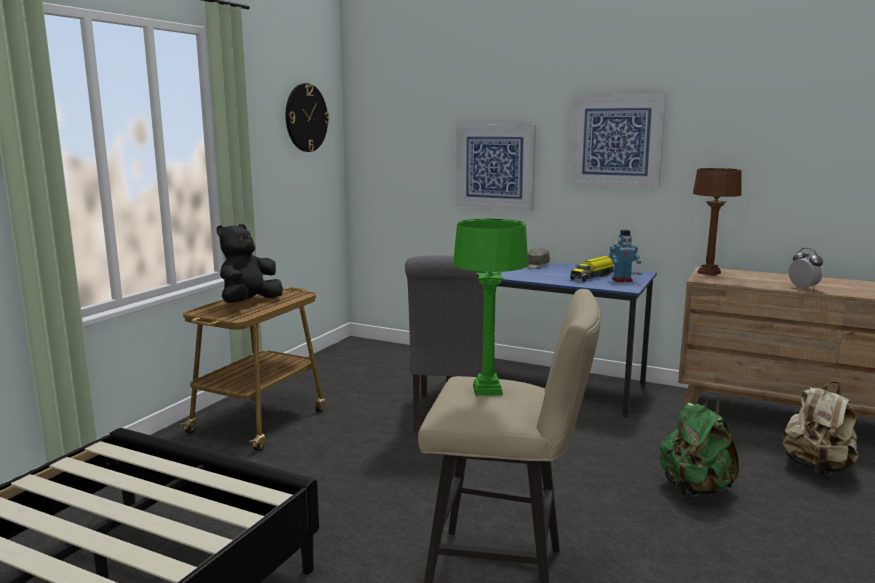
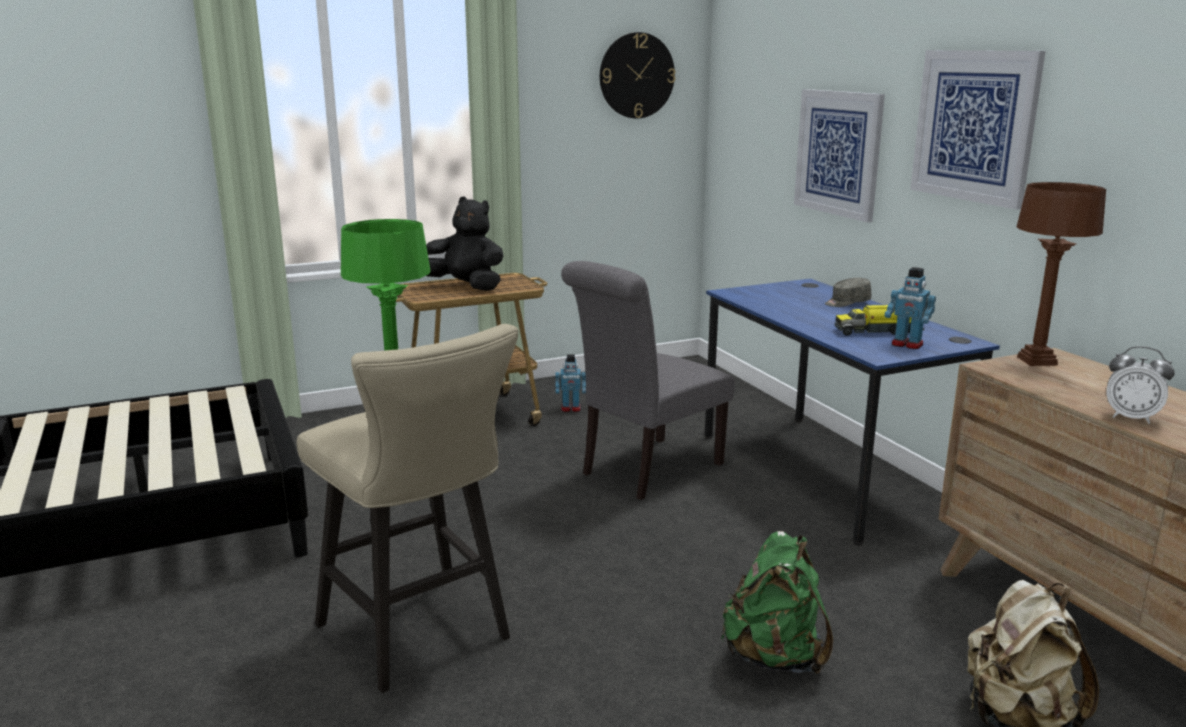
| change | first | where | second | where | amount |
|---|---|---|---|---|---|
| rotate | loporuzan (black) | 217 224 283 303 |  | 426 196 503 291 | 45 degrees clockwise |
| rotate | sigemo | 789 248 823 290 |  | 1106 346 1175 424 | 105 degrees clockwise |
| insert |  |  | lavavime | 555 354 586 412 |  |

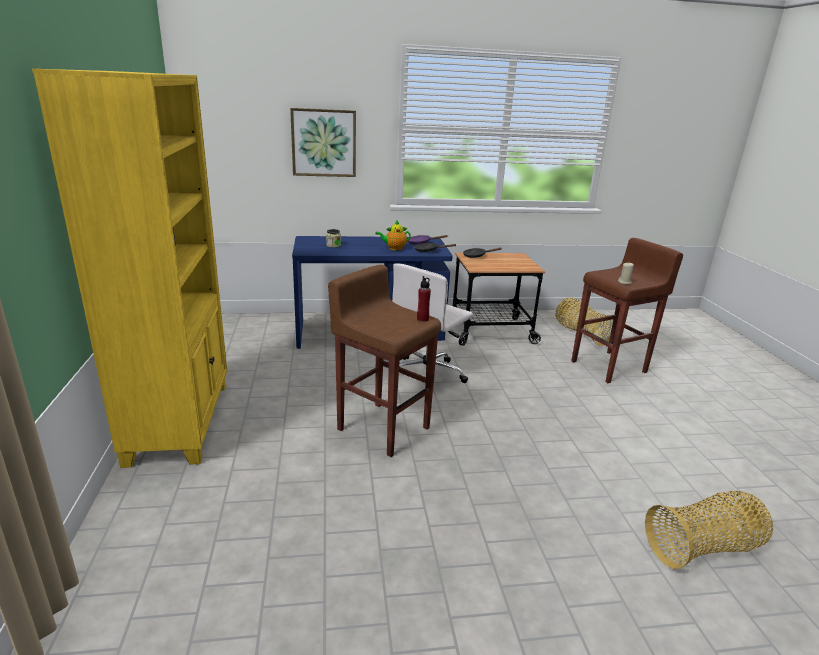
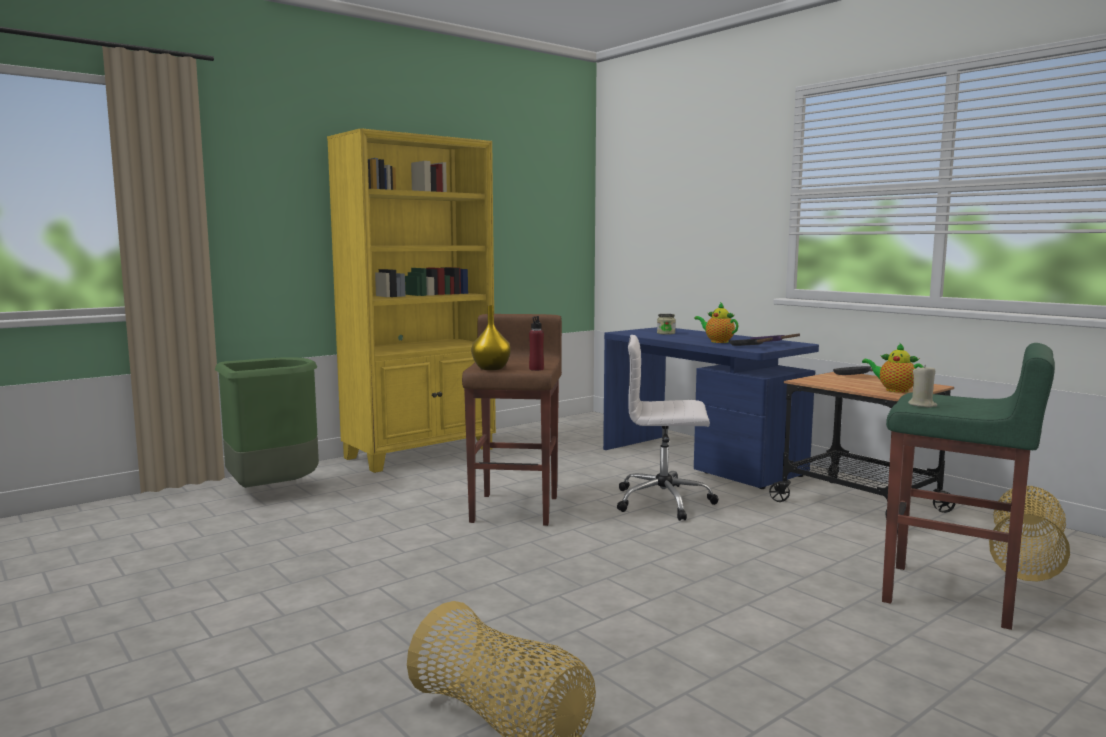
| change | first | where | second | where | amount |
|---|---|---|---|---|---|
| delete | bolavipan | 290 108 356 177 |  |  |  |
| recolor | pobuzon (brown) | 571 238 683 383 | pobuzon (green) | 882 343 1055 630 |  |
| insert |  |  | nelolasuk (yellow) | 472 305 511 370 |  |
| insert |  |  | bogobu | 862 342 923 393 |  |
| insert |  |  | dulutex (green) | 215 357 319 488 |  |

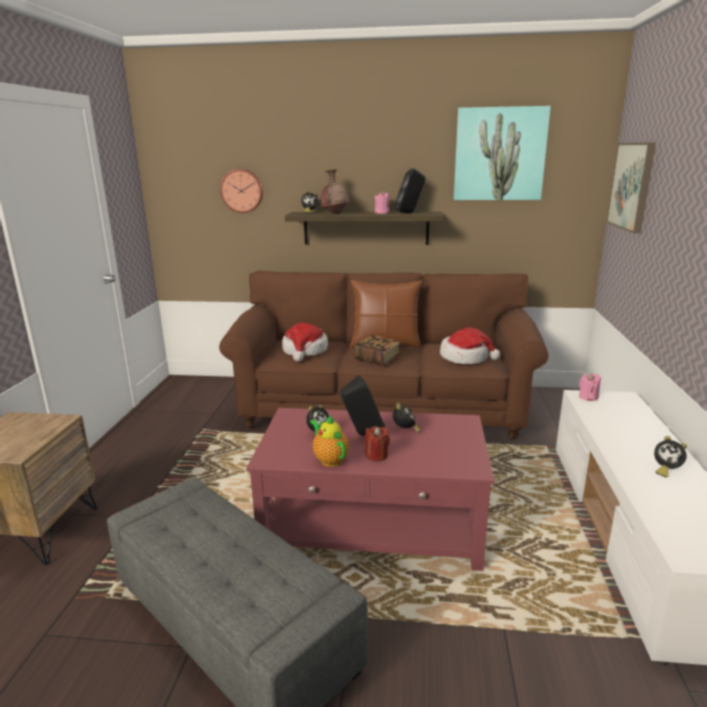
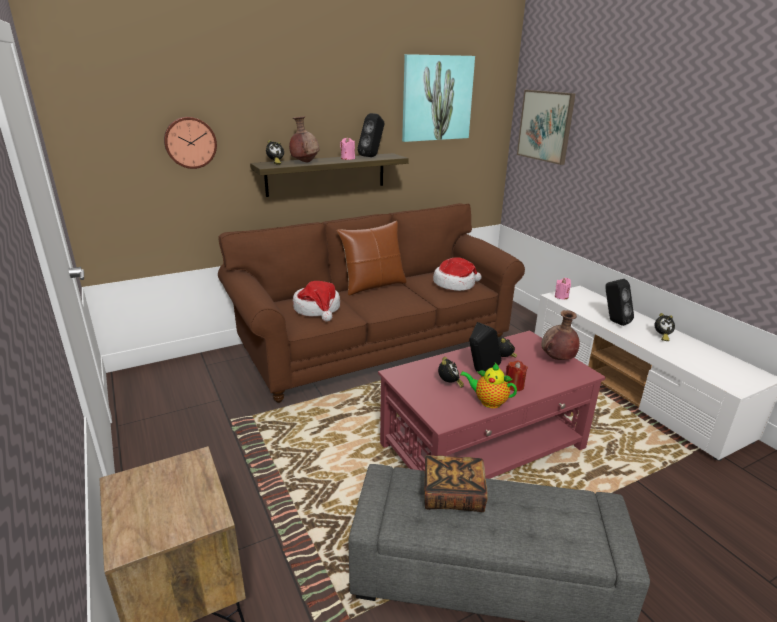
| change | first | where | second | where | amount |
|---|---|---|---|---|---|
| move | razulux | 354 335 401 366 |  | 424 455 488 512 |  |
| insert |  |  | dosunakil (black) | 605 279 634 326 |  |
| insert |  |  | nelolasuk (brown) | 541 310 580 360 |  |

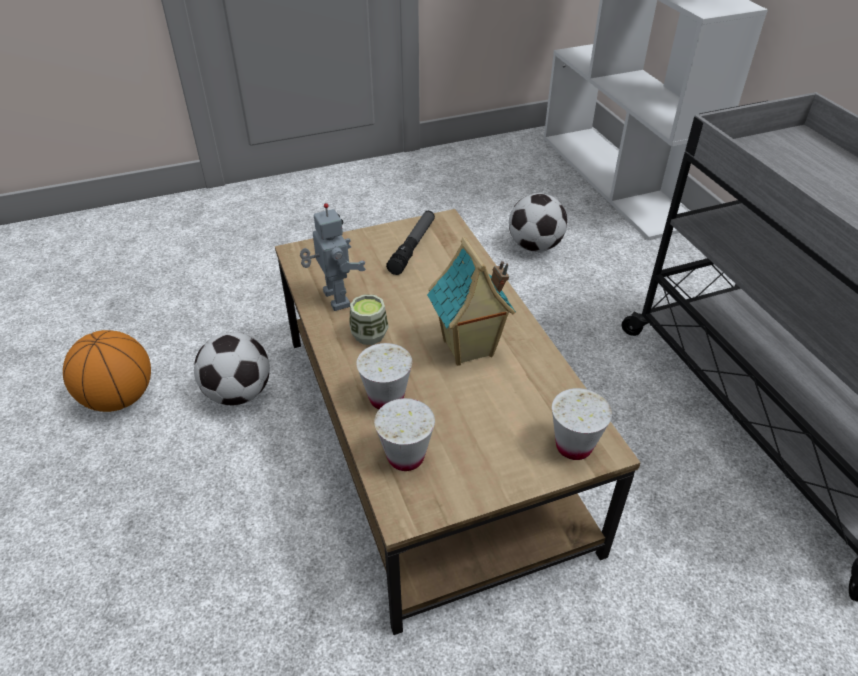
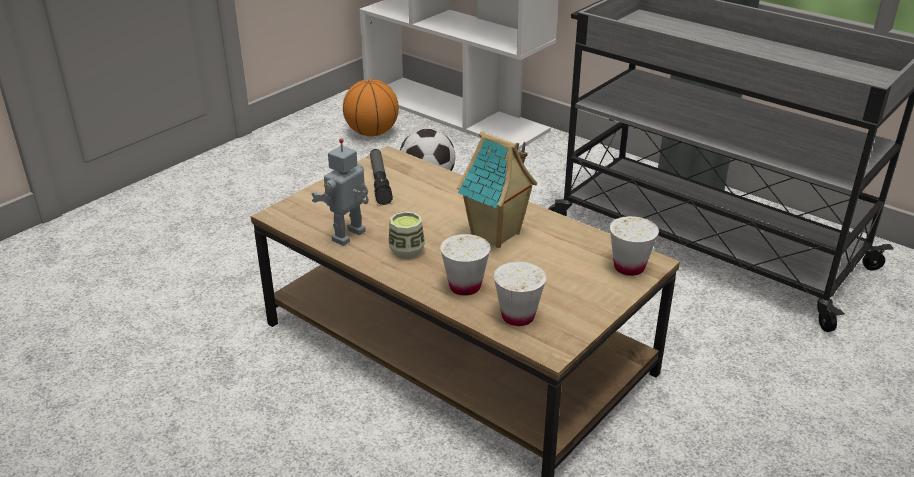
| change | first | where | second | where | amount |
|---|---|---|---|---|---|
| rotate | lavavime | 300 203 366 311 |  | 311 139 369 246 | 90 degrees counterclockwise |
| move | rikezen | 63 330 151 412 |  | 343 79 399 136 |  |
| delete | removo | 194 332 270 405 |  |  |  |

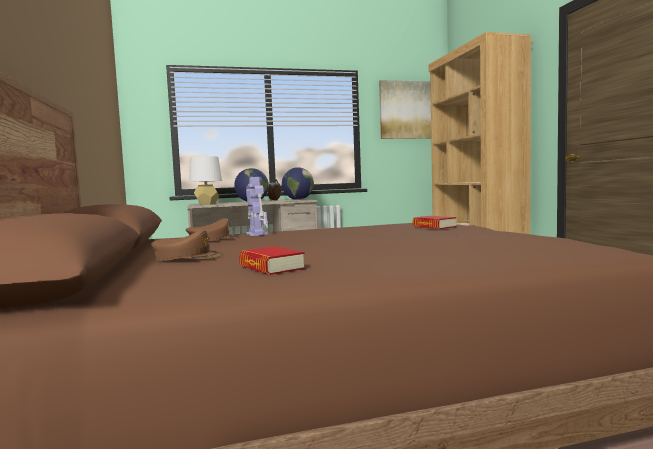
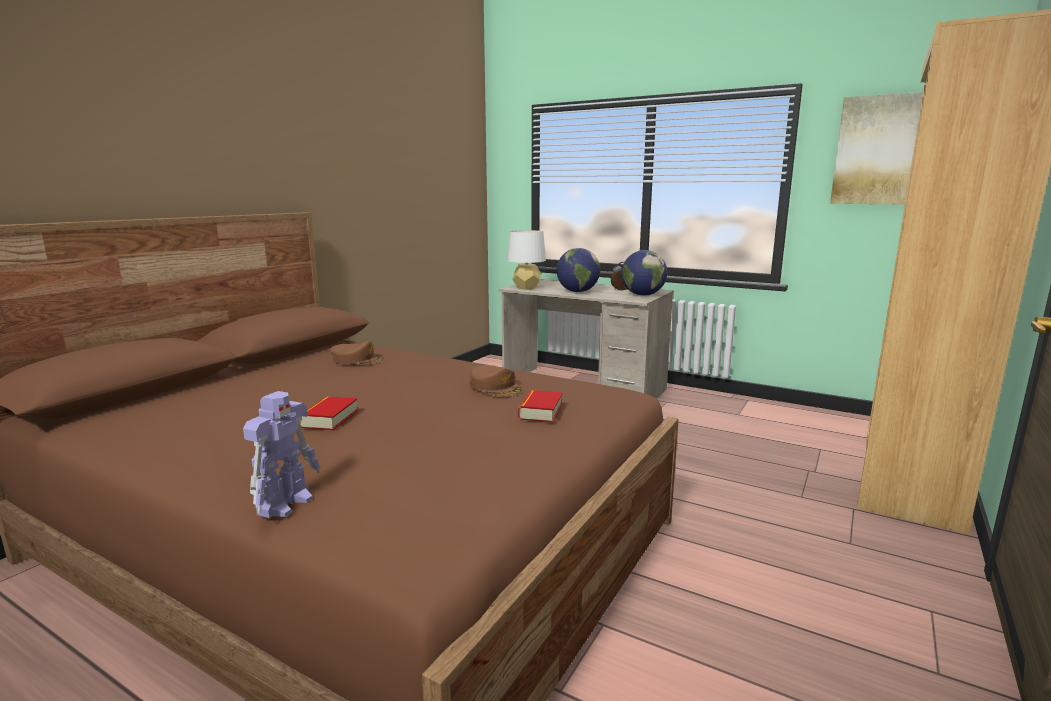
| change | first | where | second | where | amount |
|---|---|---|---|---|---|
| move | lavavime | 246 177 268 236 |  | 243 391 320 518 |  |
| move | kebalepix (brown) | 151 230 223 261 |  | 470 365 522 397 |  |
| move | razulux | 239 246 305 275 |  | 300 396 358 430 |  |

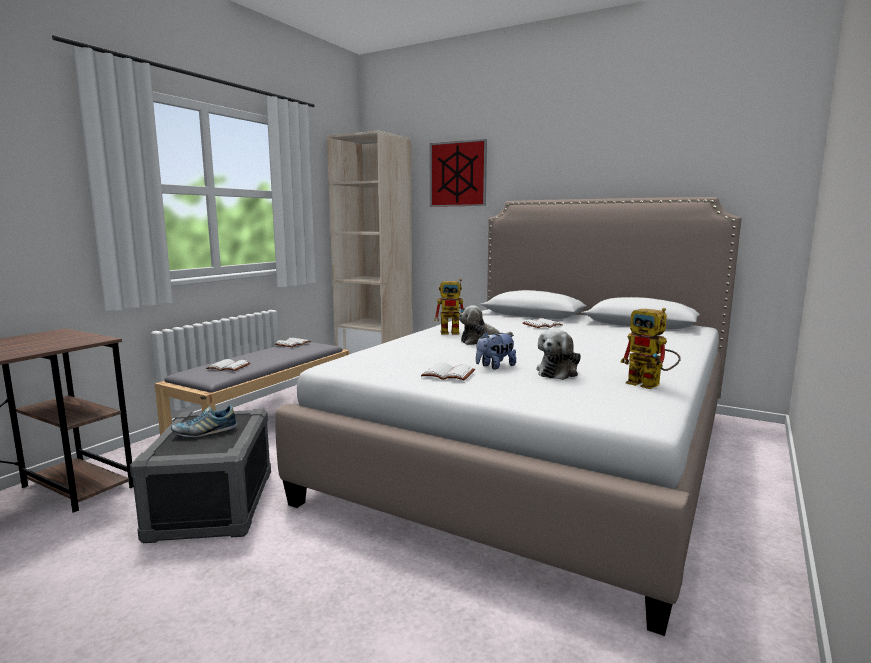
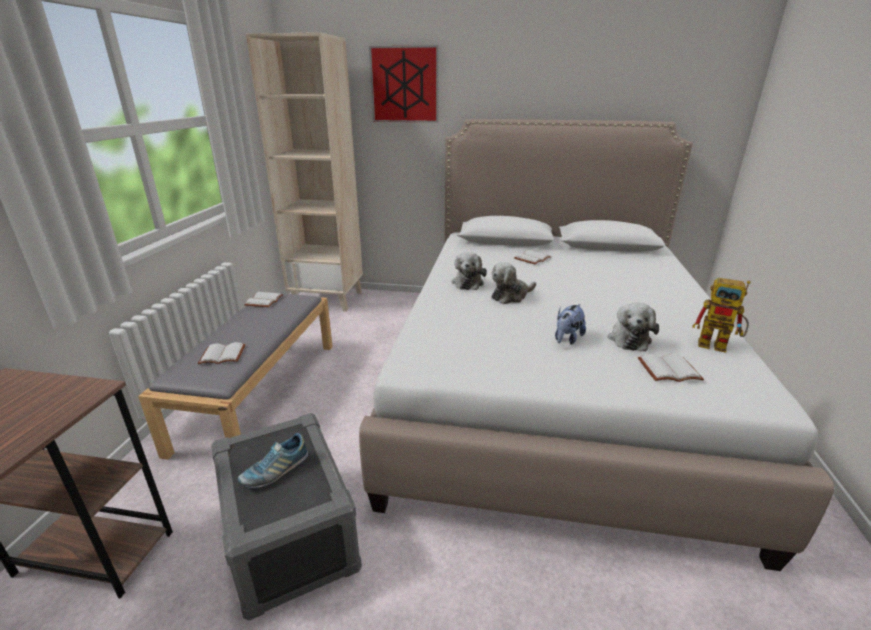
| change | first | where | second | where | amount |
|---|---|---|---|---|---|
| replace | lavavime | 434 279 465 335 | loporuzan | 451 252 487 290 |  |
| move | razulux (white) | 421 362 475 381 |  | 638 354 704 382 |  |

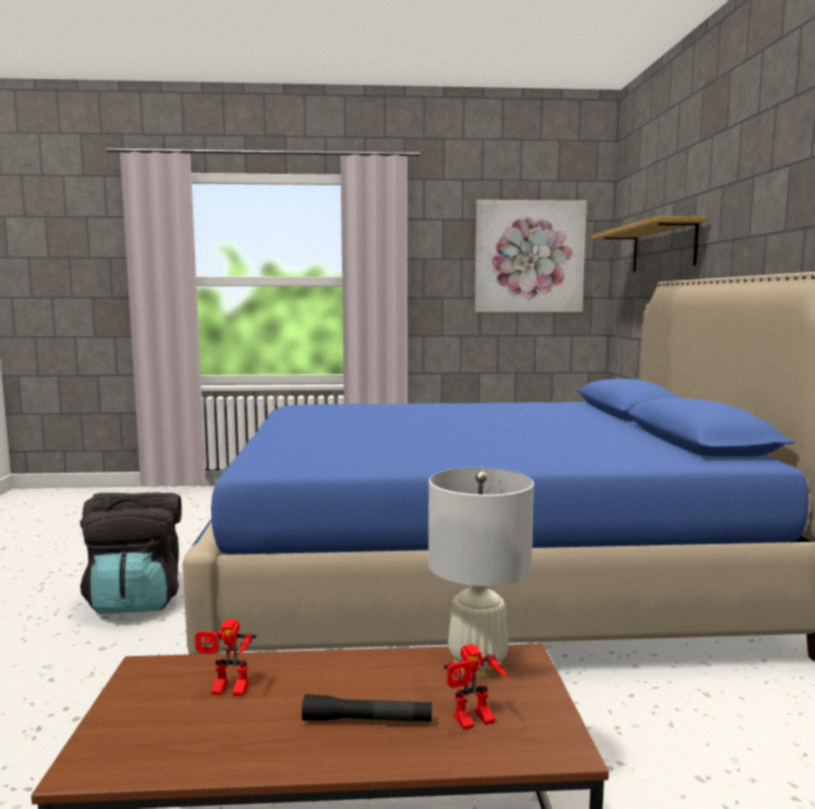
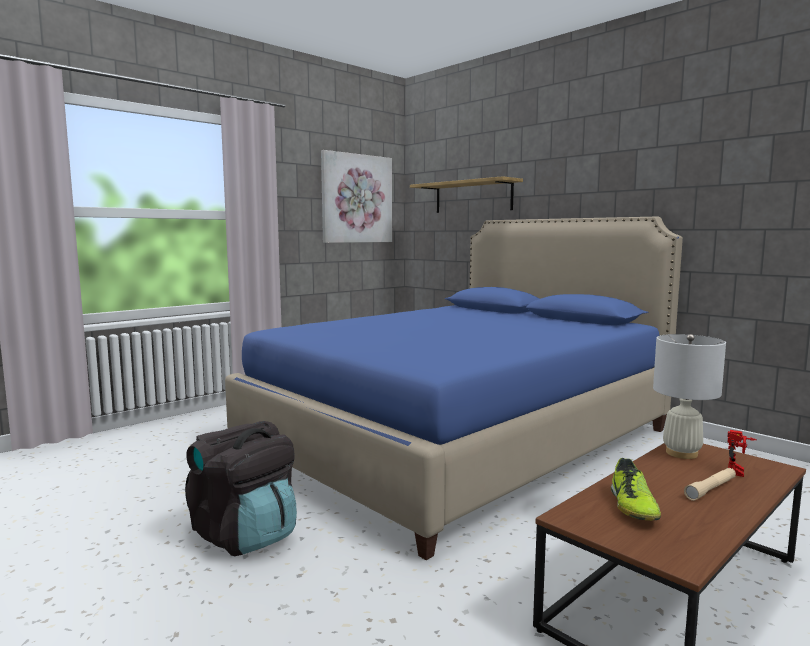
| change | first | where | second | where | amount |
|---|---|---|---|---|---|
| replace | lavavime | 195 619 256 696 | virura | 611 458 661 520 |  |
| recolor | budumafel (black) | 302 694 432 722 | budumafel (beige) | 684 468 736 501 |  |

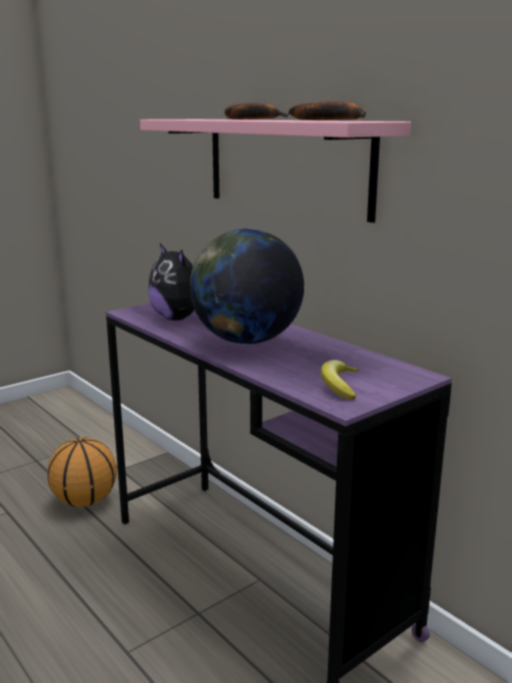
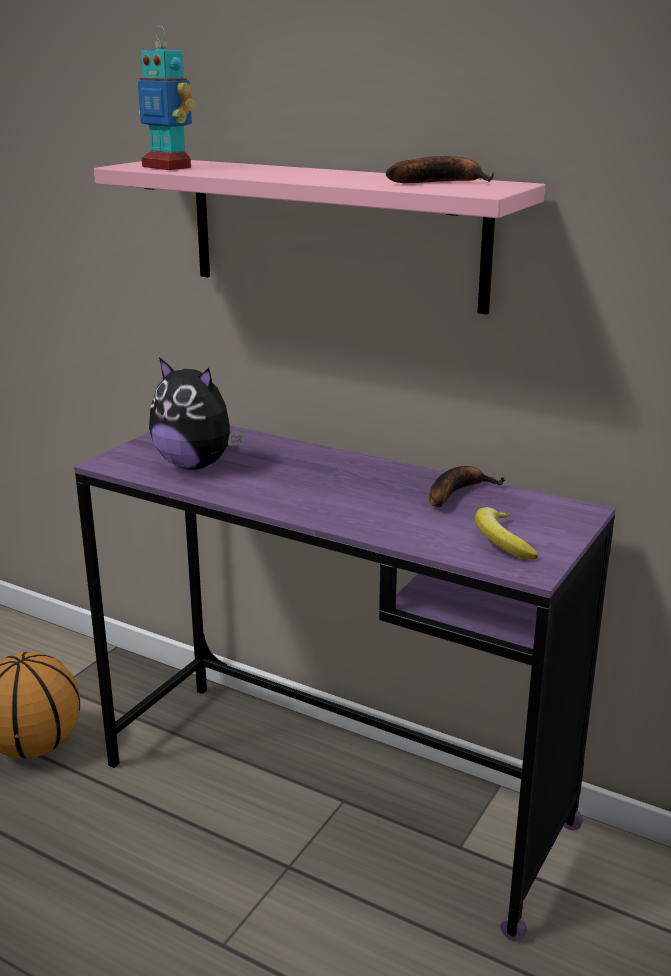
| change | first | where | second | where | amount |
|---|---|---|---|---|---|
| move | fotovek | 224 103 289 119 |  | 429 466 505 508 |  |
| delete | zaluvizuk | 190 228 304 345 |  |  |  |
| insert |  |  | lavavime | 138 26 195 170 |  |

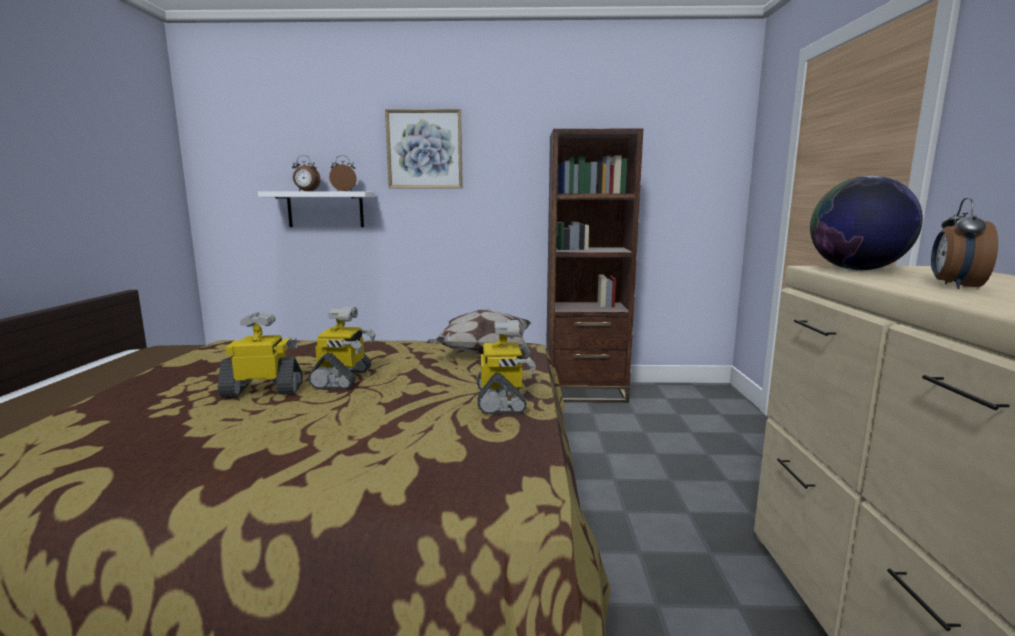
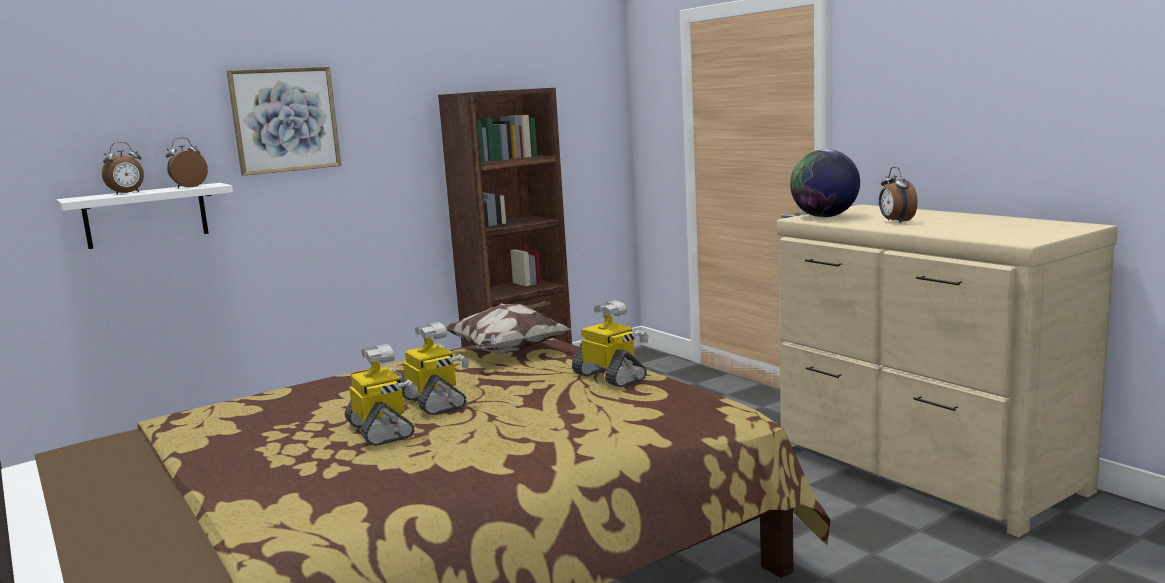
| change | first | where | second | where | amount |
|---|---|---|---|---|---|
| rotate | lavavime | 217 311 303 397 |  | 345 344 418 446 | 105 degrees clockwise |

